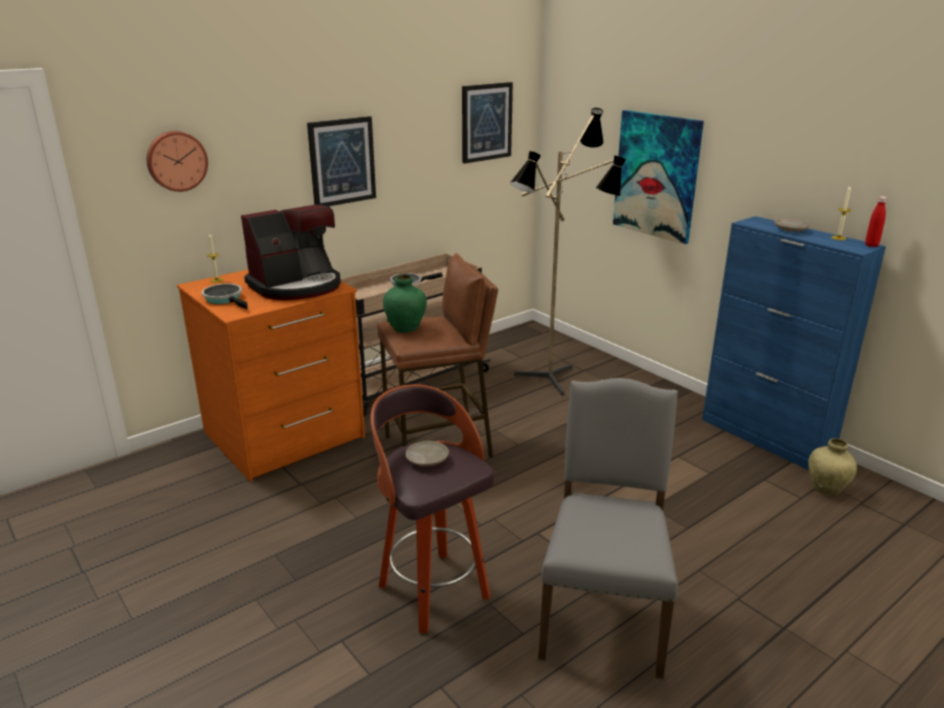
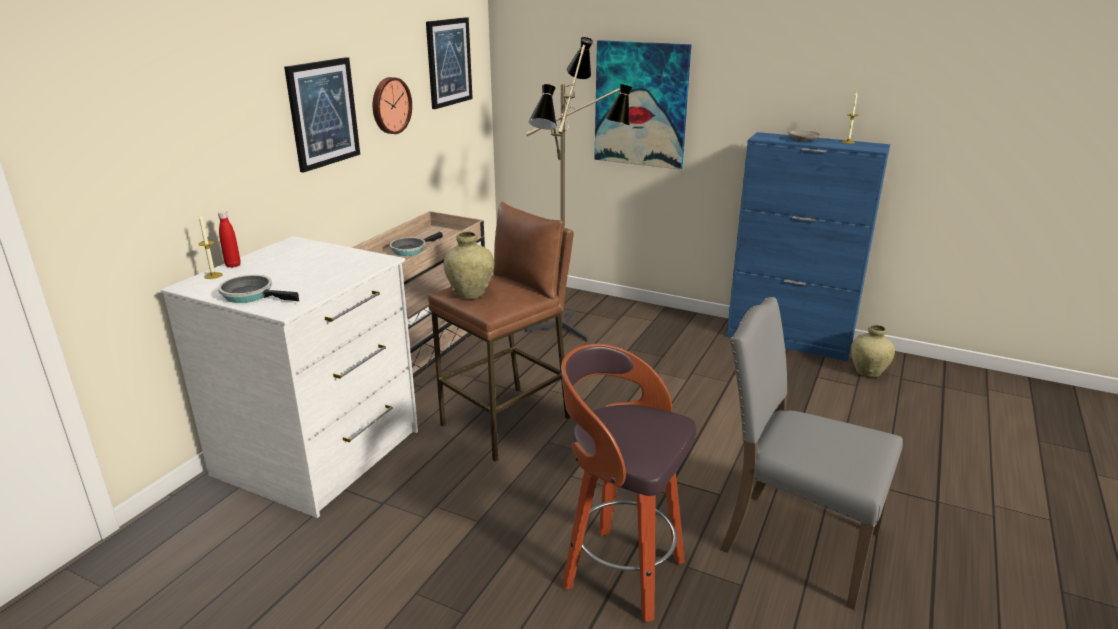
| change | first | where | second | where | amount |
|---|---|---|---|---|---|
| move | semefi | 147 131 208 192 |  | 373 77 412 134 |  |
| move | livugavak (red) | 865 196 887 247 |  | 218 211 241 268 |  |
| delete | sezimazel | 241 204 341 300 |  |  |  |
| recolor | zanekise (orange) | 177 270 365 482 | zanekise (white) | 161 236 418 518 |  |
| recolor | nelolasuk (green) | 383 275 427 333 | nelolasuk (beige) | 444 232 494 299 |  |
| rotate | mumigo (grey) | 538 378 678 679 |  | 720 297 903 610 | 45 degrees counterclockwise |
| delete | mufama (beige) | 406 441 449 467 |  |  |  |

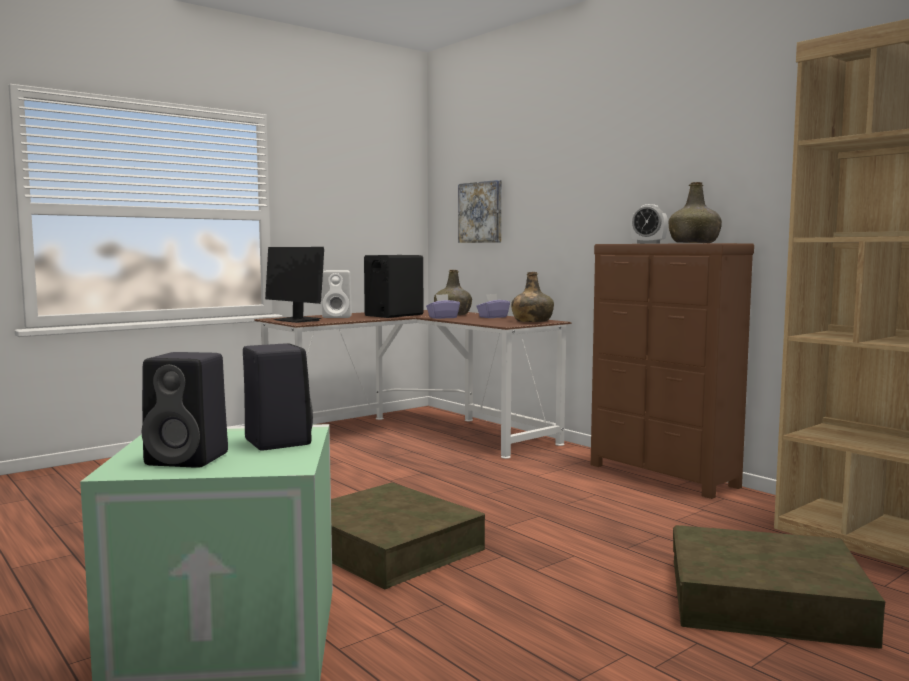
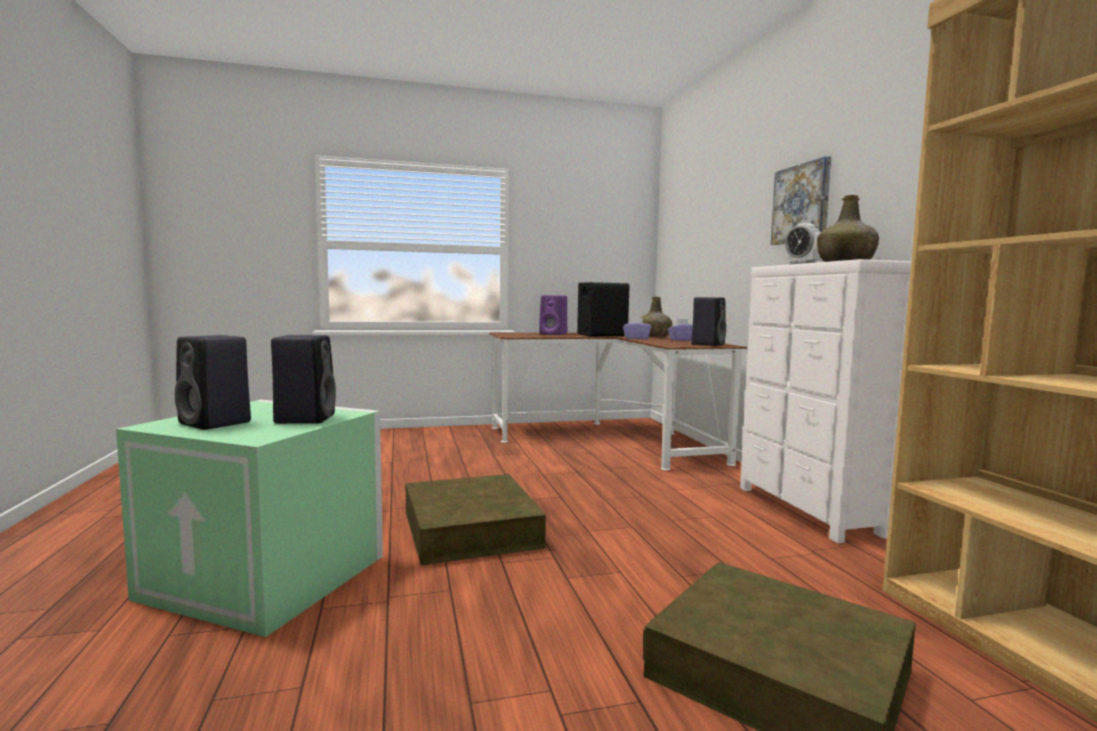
| change | first | where | second | where | amount |
|---|---|---|---|---|---|
| move | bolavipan | 458 180 502 243 |  | 771 156 831 245 |  |
| recolor | zanekise (brown) | 591 243 754 499 | zanekise (white) | 740 259 911 543 |  |
| delete | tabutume | 265 247 324 323 |  |  |  |
| recolor | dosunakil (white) | 322 270 352 318 | dosunakil (purple) | 539 295 567 335 |  |
| replace | livugavak (green) | 511 272 554 322 | dosunakil (black) | 691 297 726 346 |  |

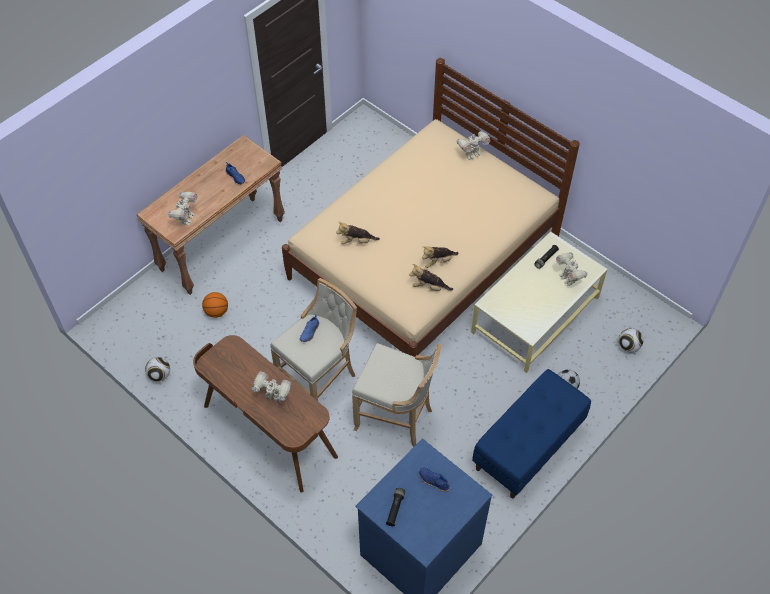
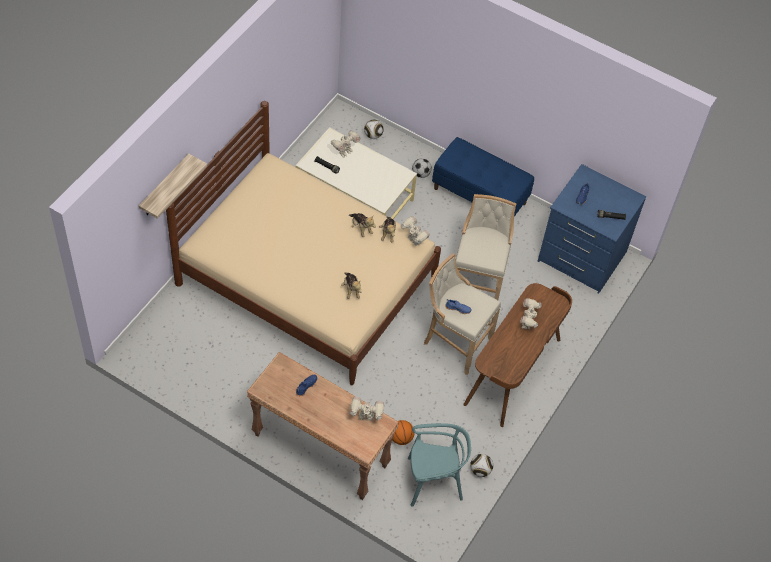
| change | first | where | second | where | amount |
|---|---|---|---|---|---|
| move | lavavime | 457 131 490 160 |  | 401 216 430 245 |  |
| insert |  |  | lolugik | 139 154 207 219 |  |
| insert |  |  | mumigo (turquoise) | 408 423 471 506 |  |

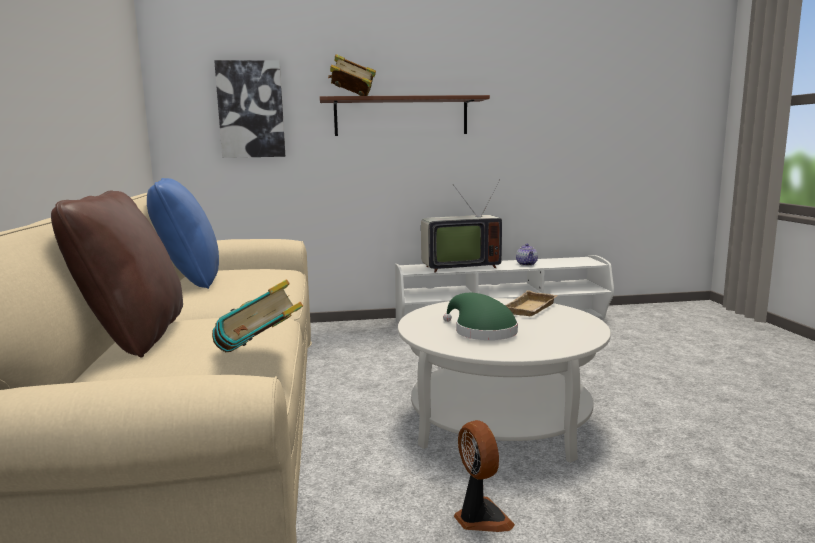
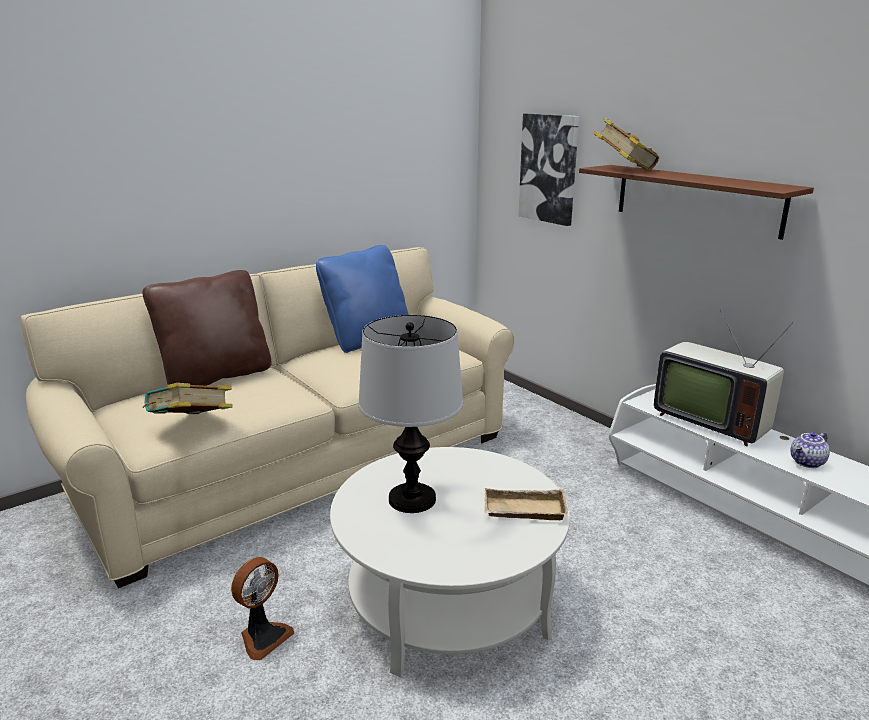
| change | first | where | second | where | amount |
|---|---|---|---|---|---|
| replace | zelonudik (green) | 443 293 518 340 | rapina | 358 315 463 513 |  |

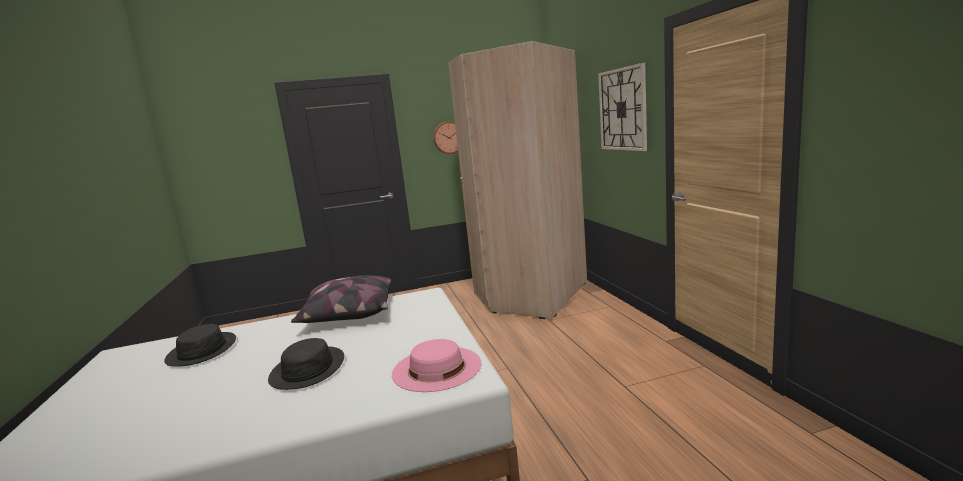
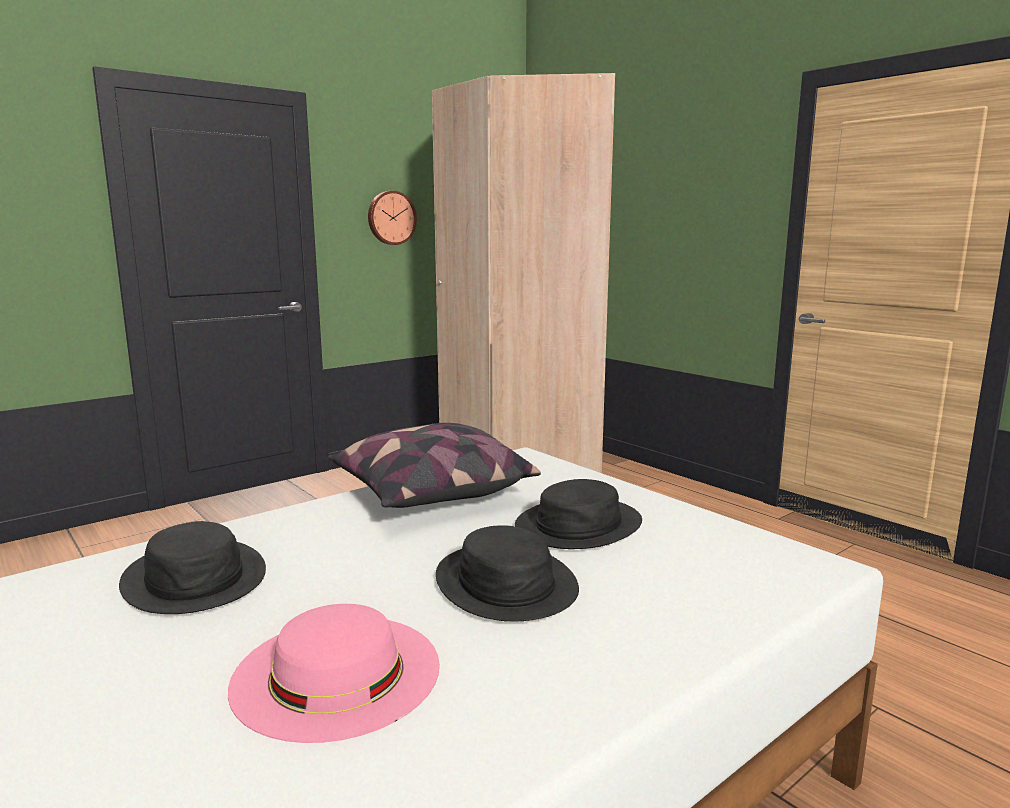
| change | first | where | second | where | amount |
|---|---|---|---|---|---|
| delete | semefi | 598 63 647 151 |  |  |  |
| move | zelonudik (pink) | 392 339 481 392 |  | 228 604 440 743 |  |
| insert |  |  | zelonudik (black) | 515 479 642 549 |  |

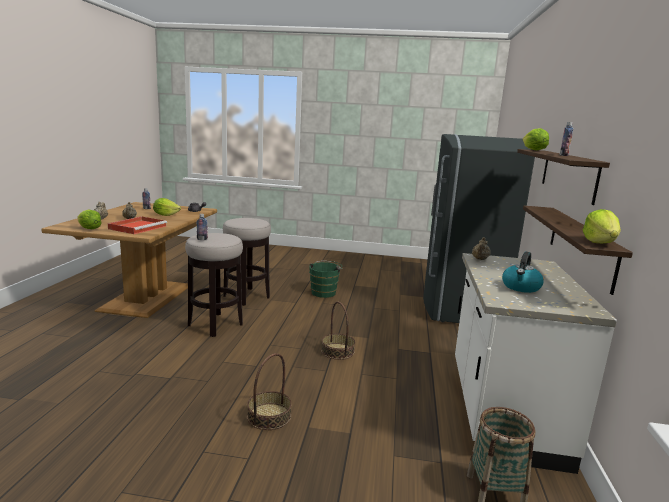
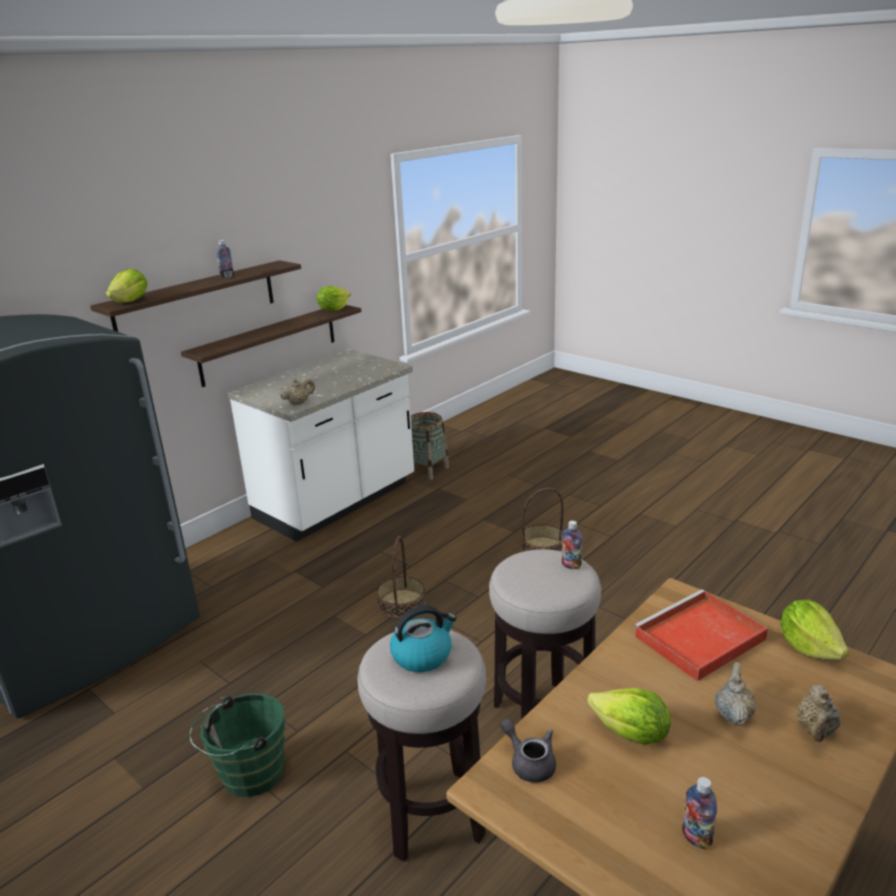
| change | first | where | second | where | amount |
|---|---|---|---|---|---|
| move | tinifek | 502 251 544 293 |  | 390 605 457 672 |  |

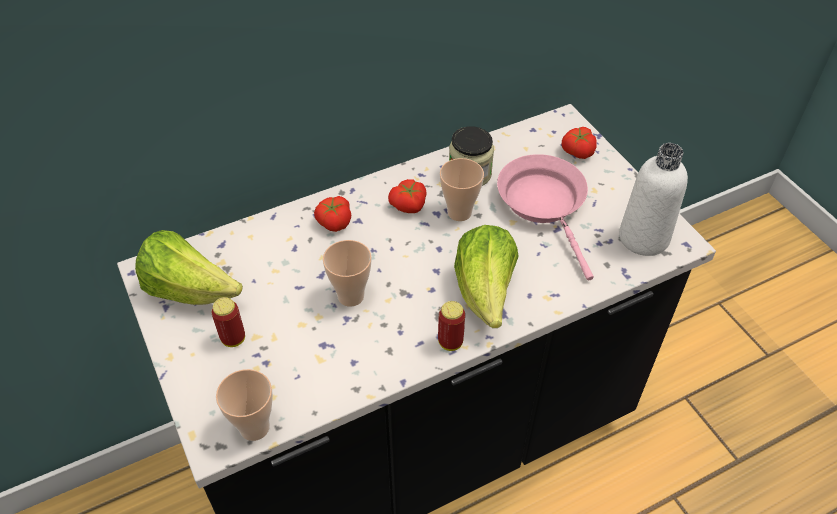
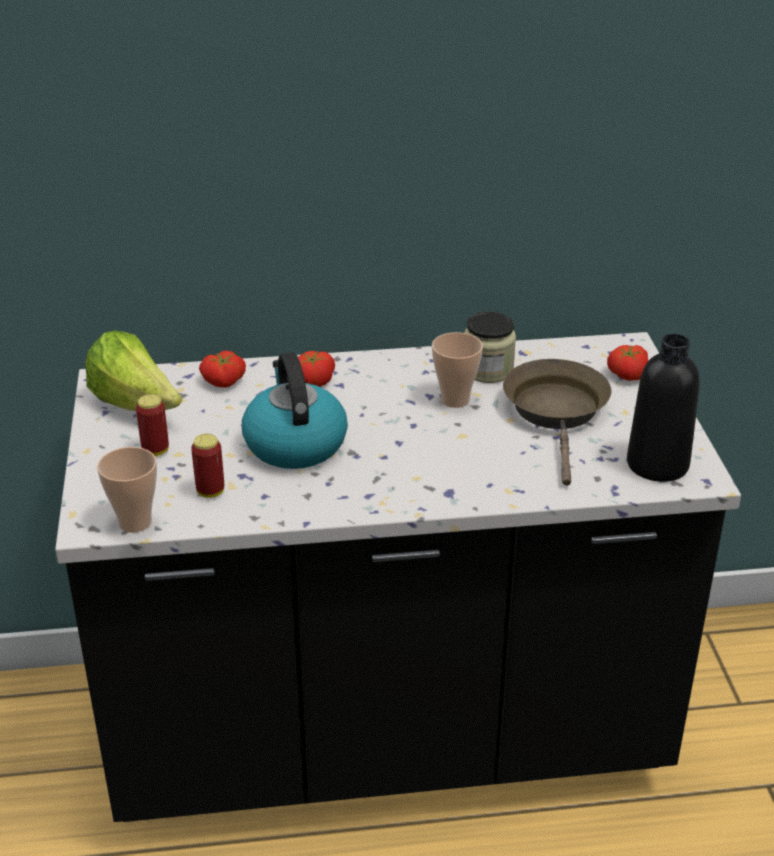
| change | first | where | second | where | amount |
|---|---|---|---|---|---|
| recolor | livugavak (white) | 619 143 688 256 | livugavak (black) | 627 334 700 482 |  |
| recolor | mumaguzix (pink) | 497 154 594 280 | mumaguzix (brown) | 503 359 611 486 |  |
| move | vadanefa | 388 179 426 213 |  | 199 351 246 388 |  |
| delete | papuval | 454 225 519 328 |  |  |  |
| replace | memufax | 323 240 372 307 | tinifek | 242 352 348 469 |  |
| move | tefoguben | 438 301 465 351 |  | 191 434 224 498 |  |

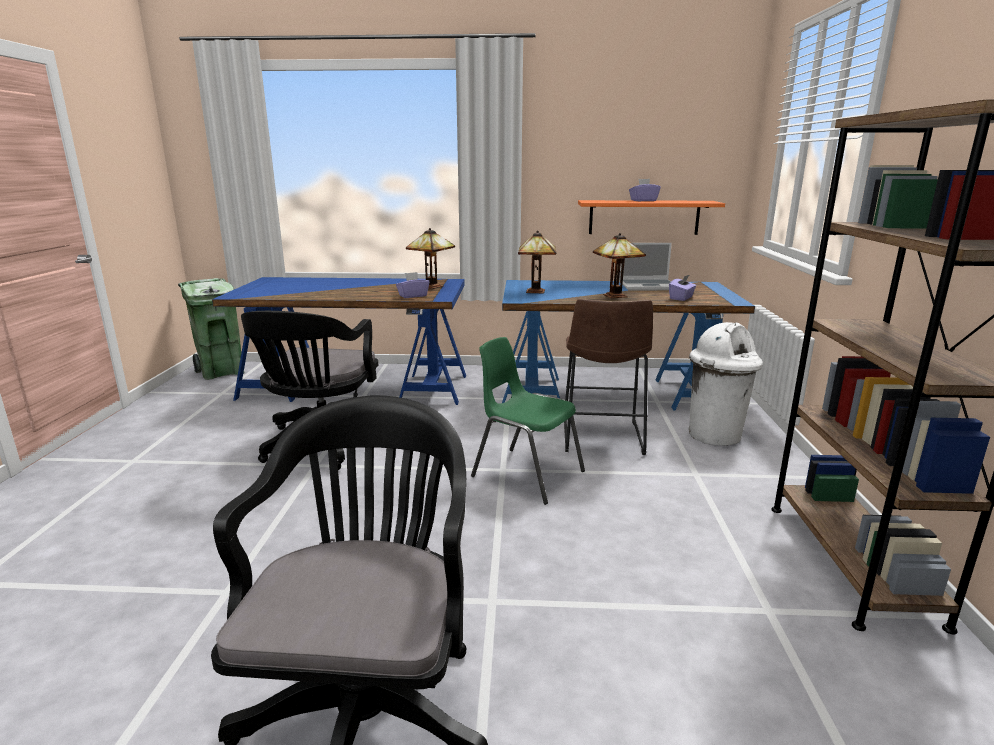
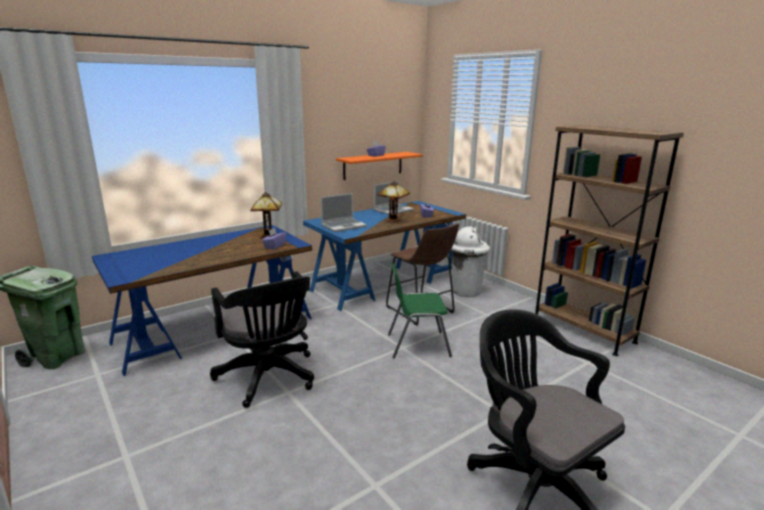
| change | first | where | second | where | amount |
|---|---|---|---|---|---|
| replace | rapina | 518 230 556 293 | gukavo | 321 193 367 232 |  |

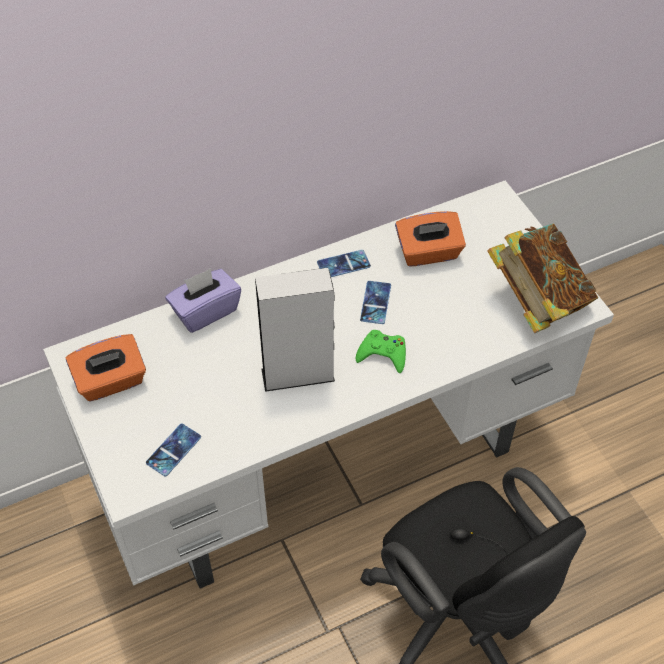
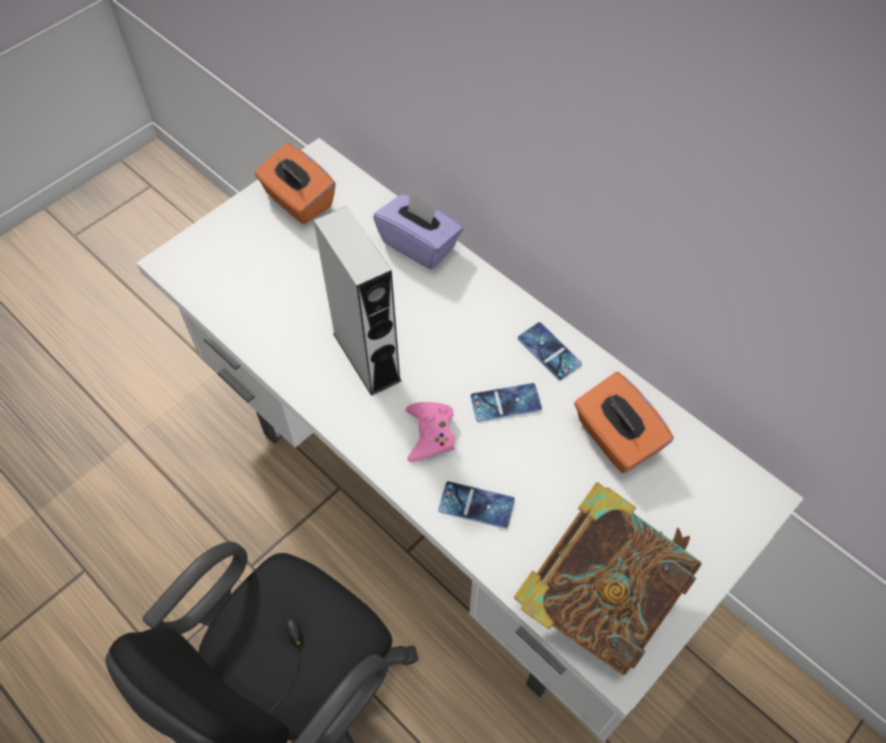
| change | first | where | second | where | amount |
|---|---|---|---|---|---|
| recolor | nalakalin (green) | 355 330 406 373 | nalakalin (pink) | 406 402 455 462 |  |
| move | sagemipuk | 146 424 201 476 |  | 438 481 515 529 |  |

